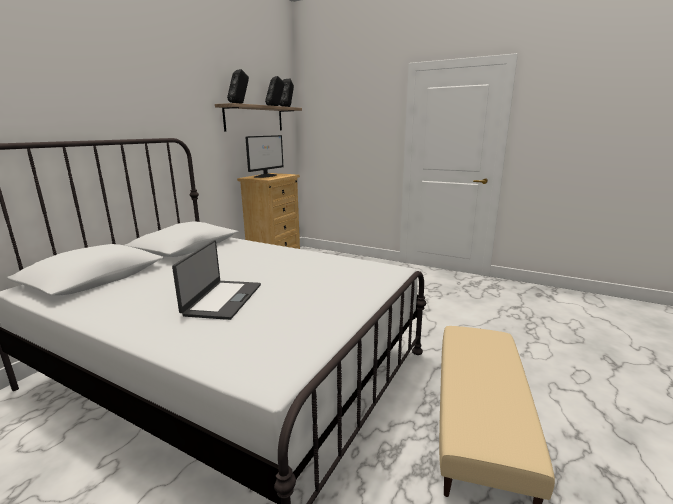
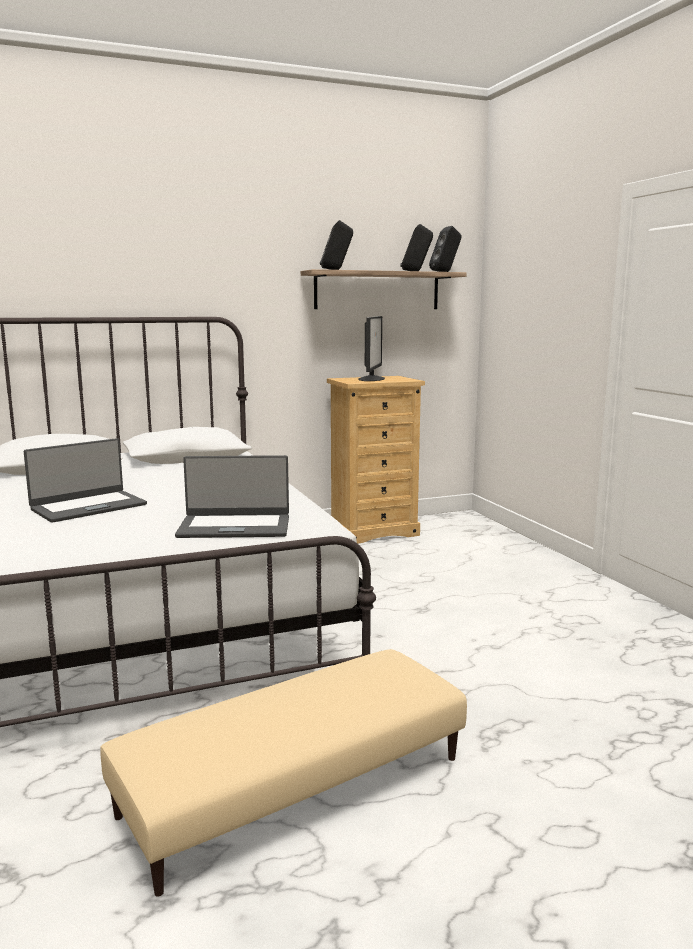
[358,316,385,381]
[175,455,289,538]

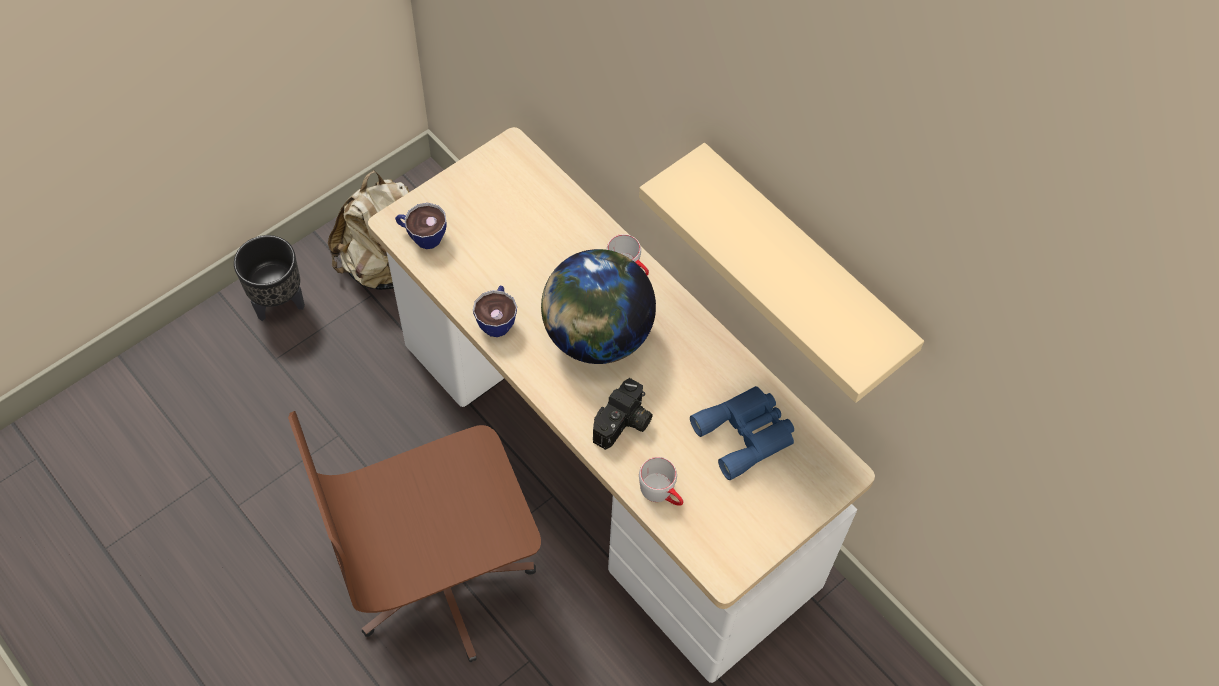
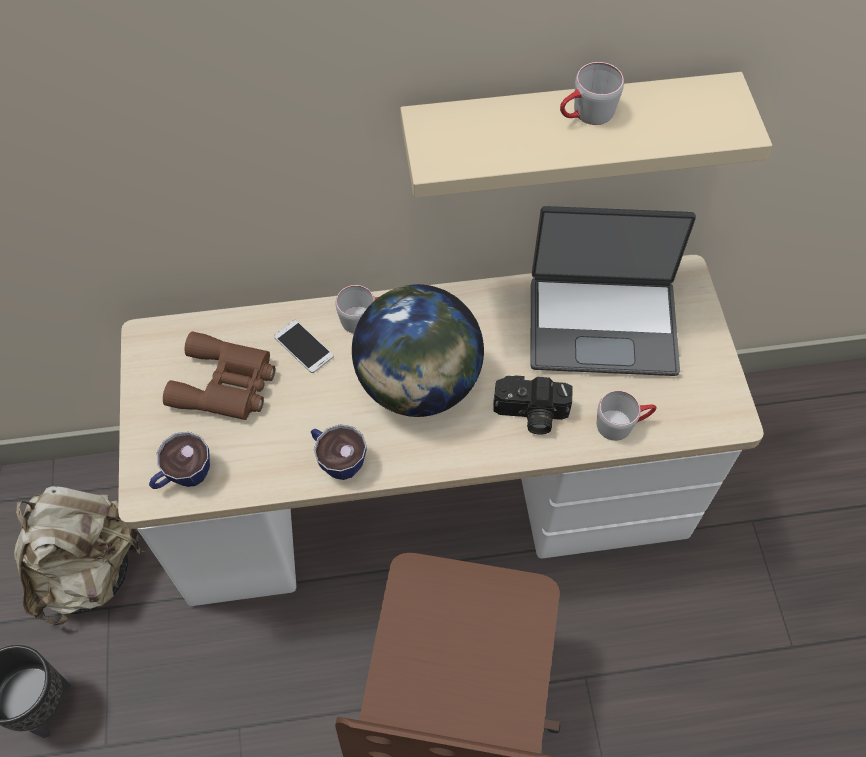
[493,375,573,435]
[530,206,696,376]
[163,331,275,420]
[274,320,334,373]
[560,62,624,125]

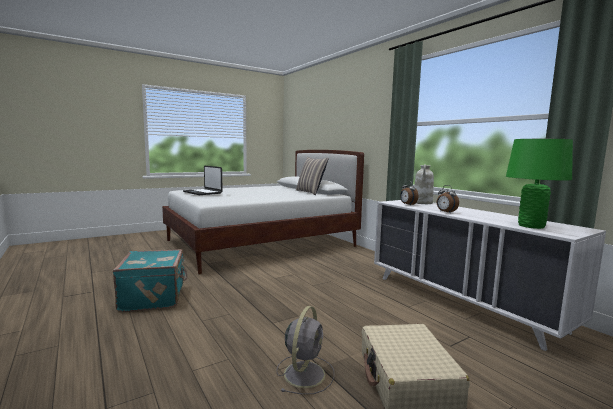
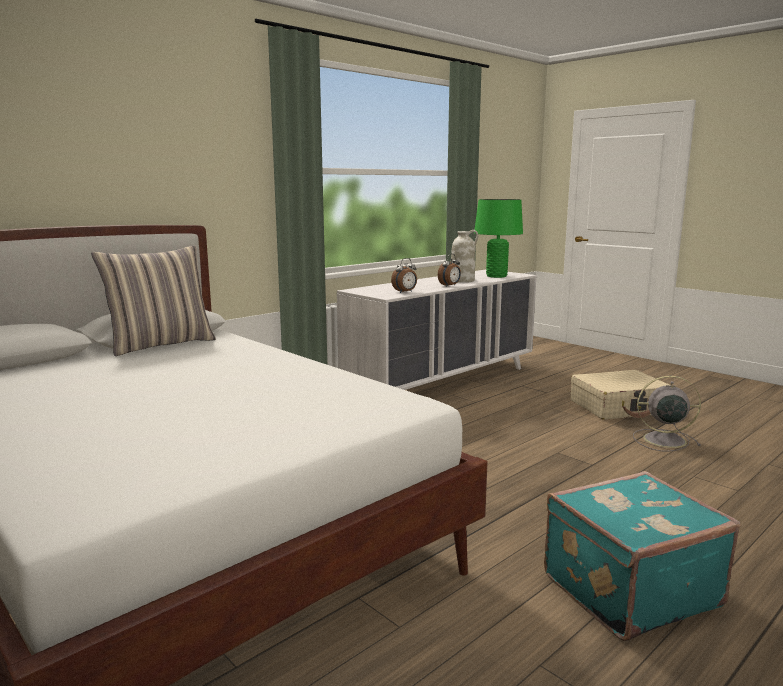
[183,166,223,195] (first image)
[451,230,478,283]

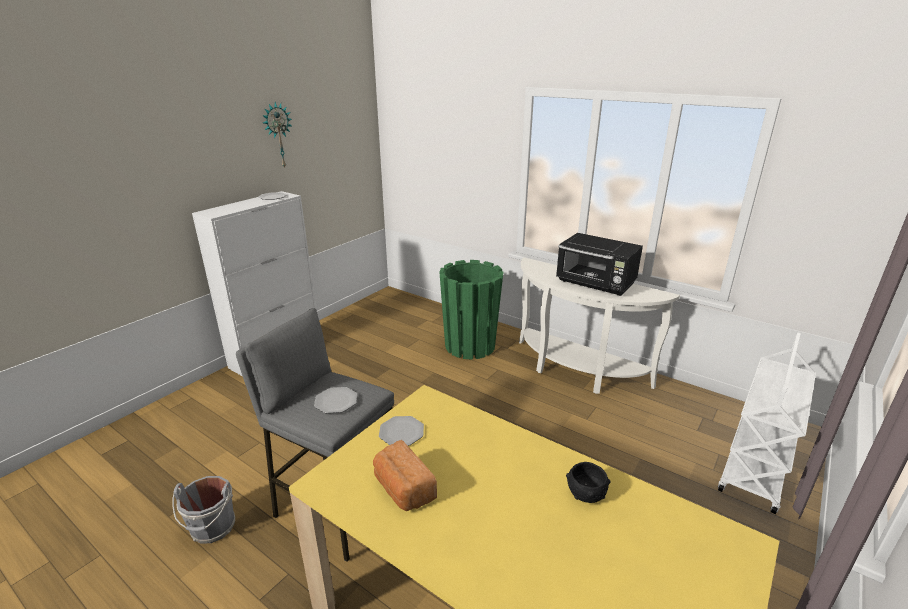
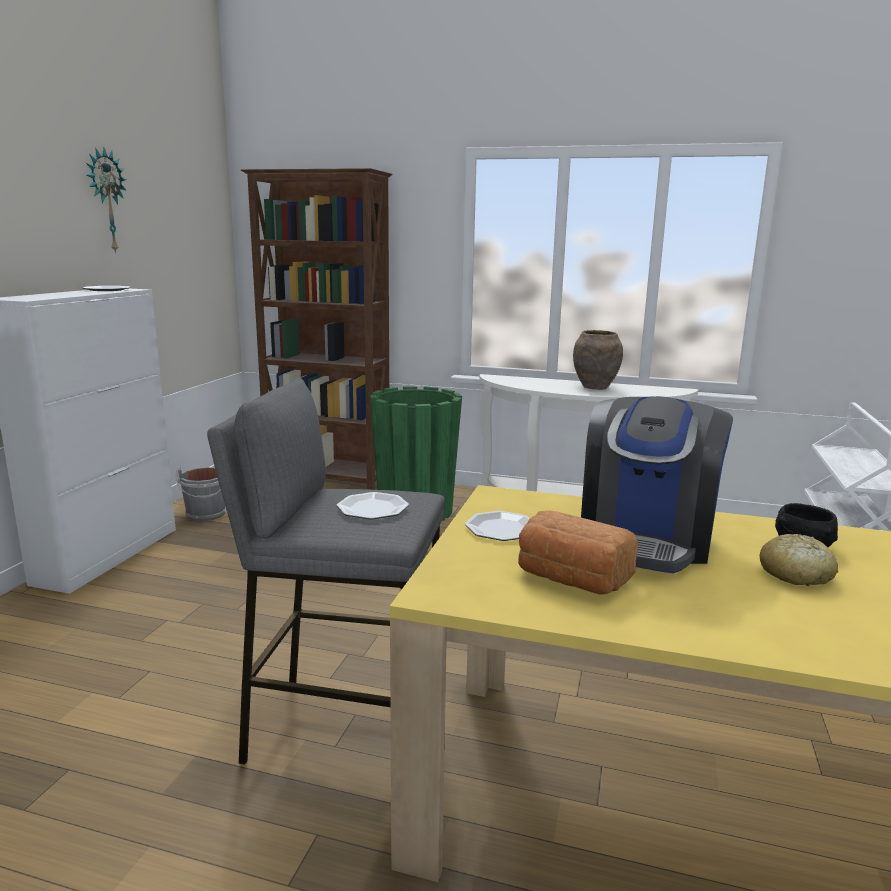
[176,466,226,521]
[573,330,623,390]
[241,168,393,490]
[581,396,733,573]
[759,534,838,586]

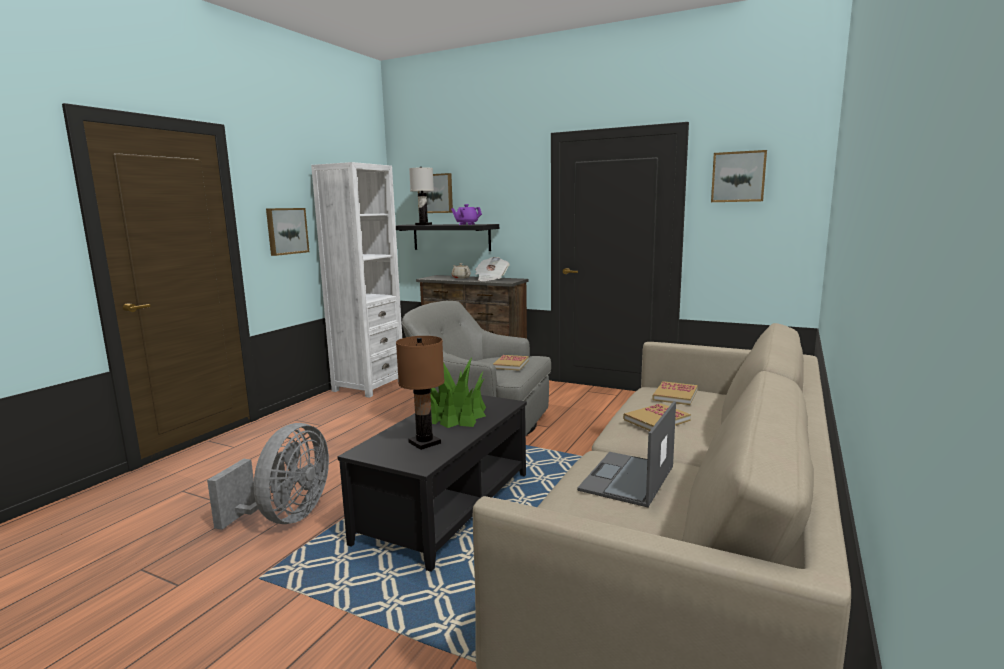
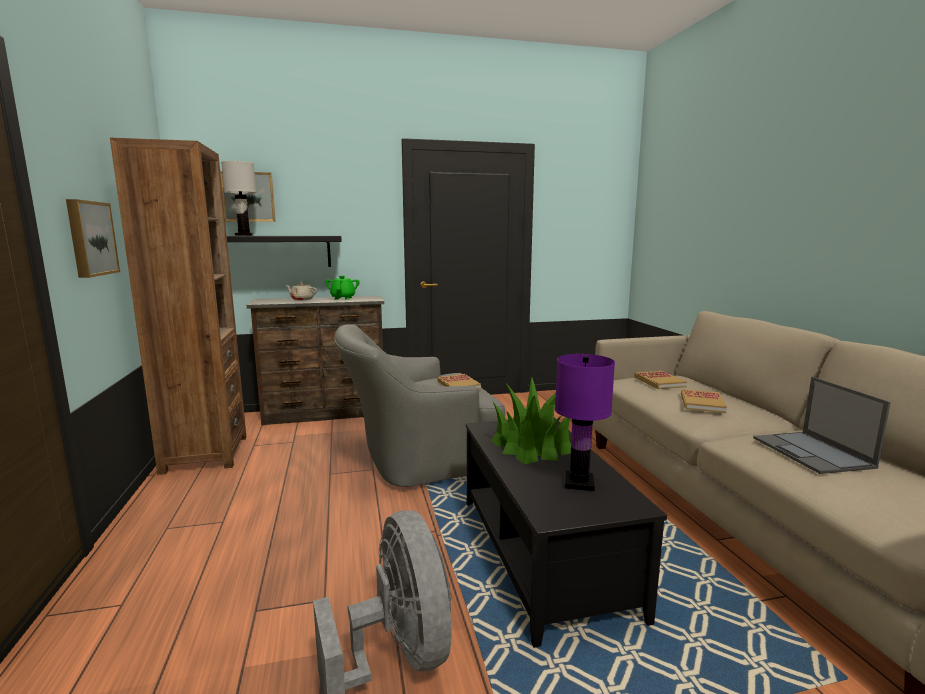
[110,138,246,475]
[555,354,615,491]
[451,204,482,225] (first image)
[325,276,360,300]
[711,150,767,202] (first image)

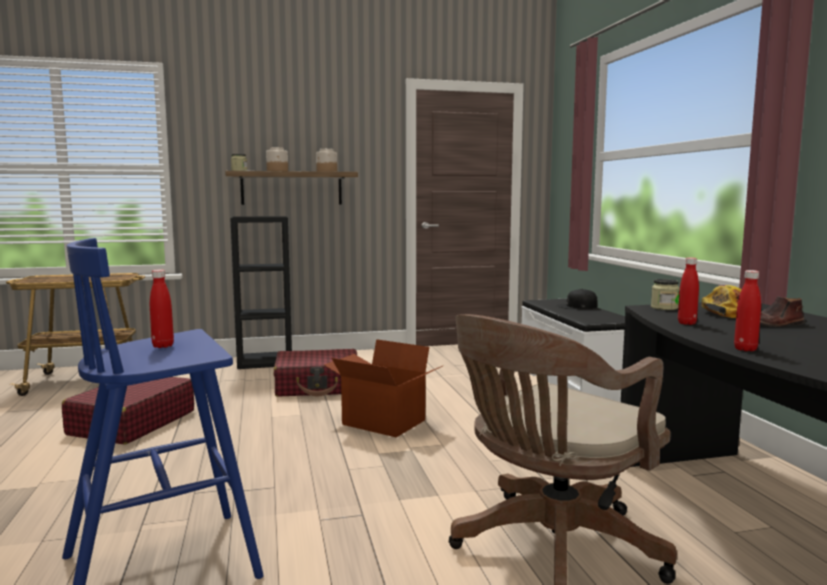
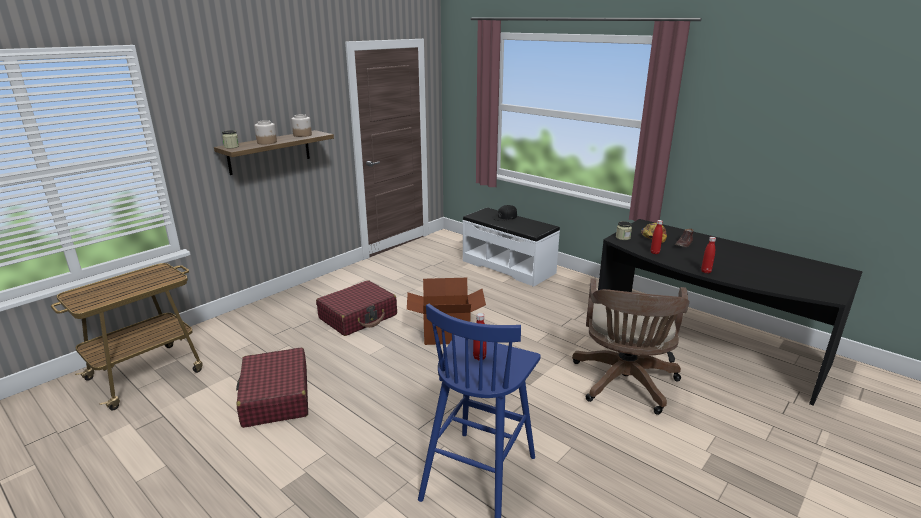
[230,216,292,369] (first image)

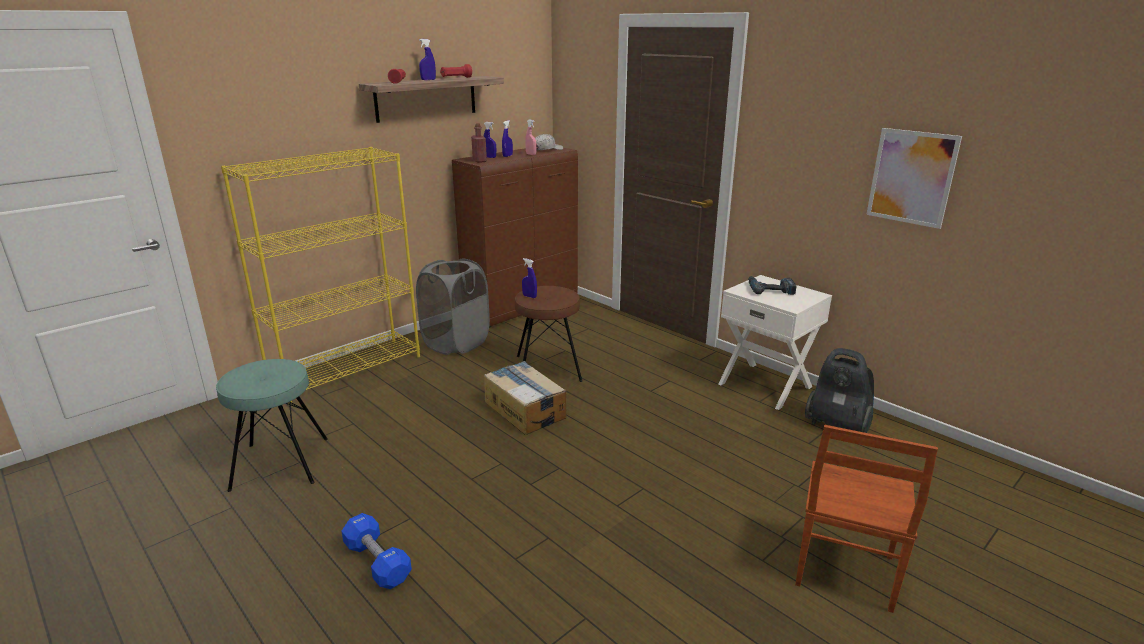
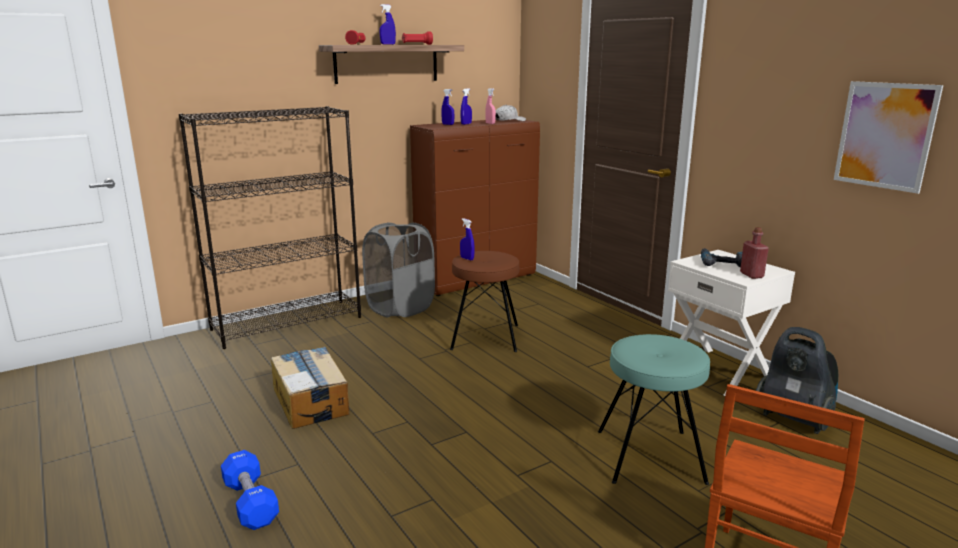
[598,334,710,485]
[179,106,361,349]
[740,227,769,279]
[271,347,349,429]

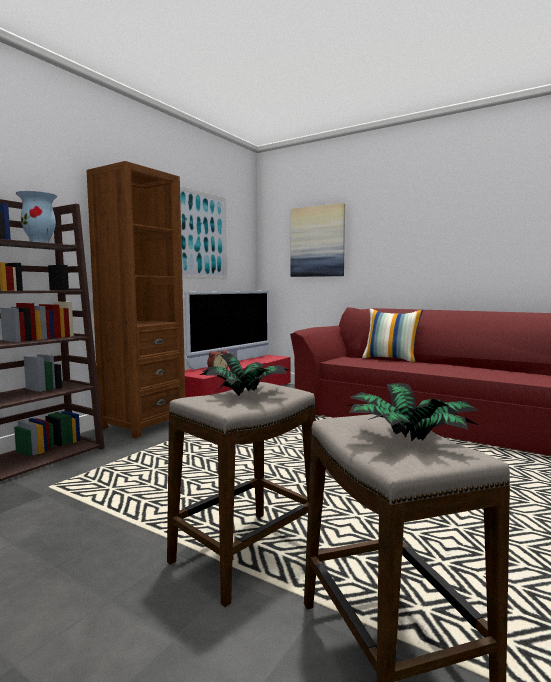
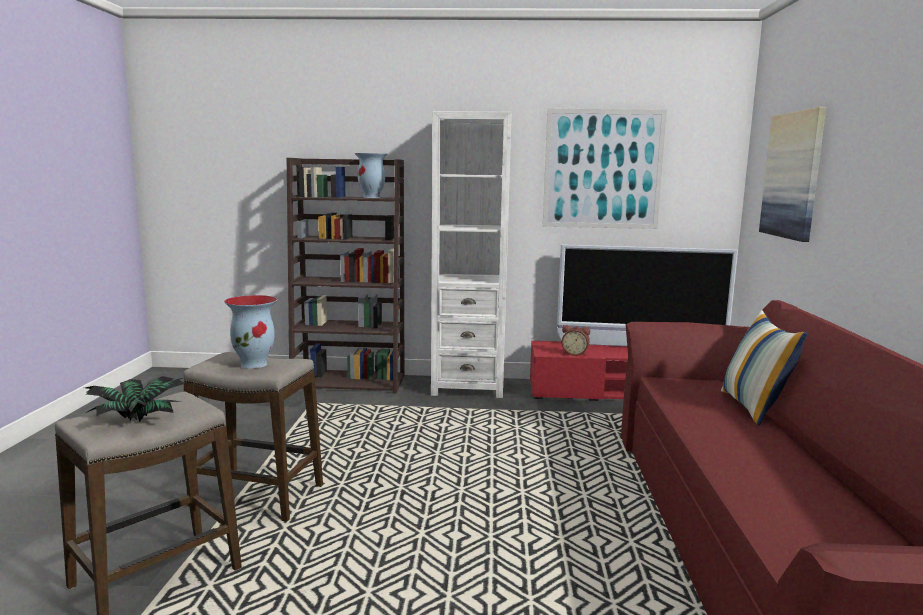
[431,111,511,398]
[224,295,277,368]

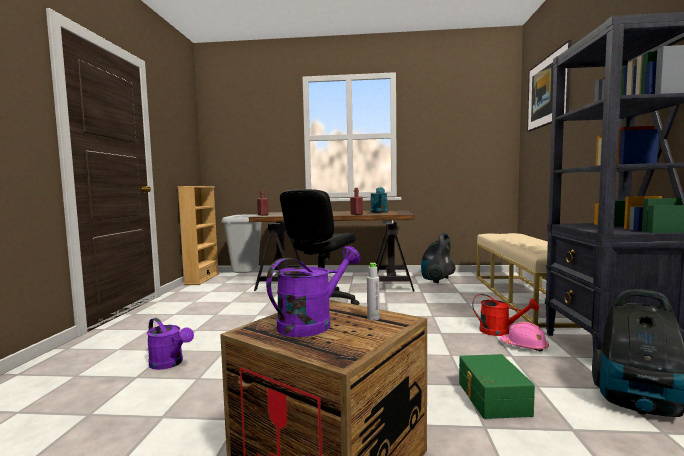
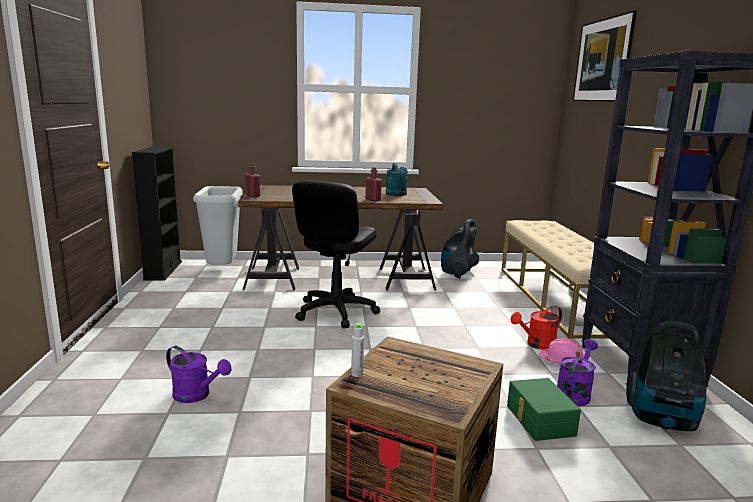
[132,146,182,280]
[557,339,598,406]
[351,323,364,377]
[511,305,562,350]

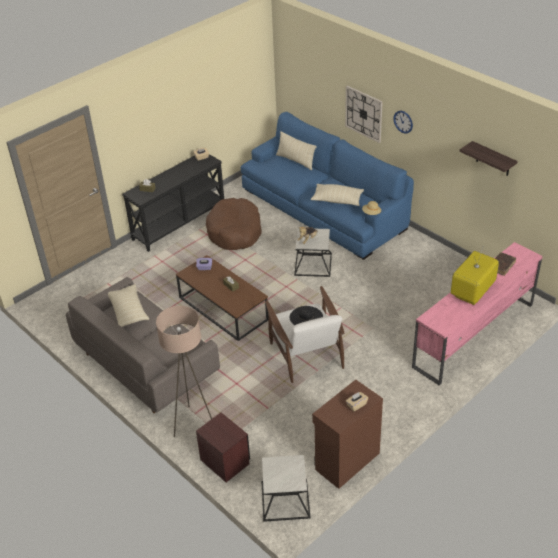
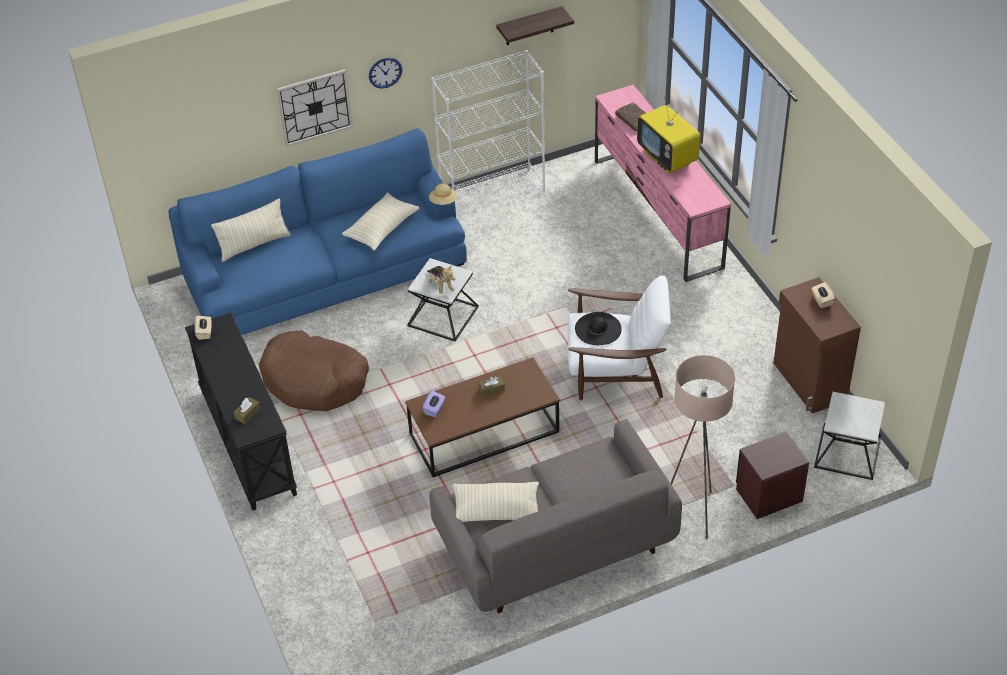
[431,50,545,215]

